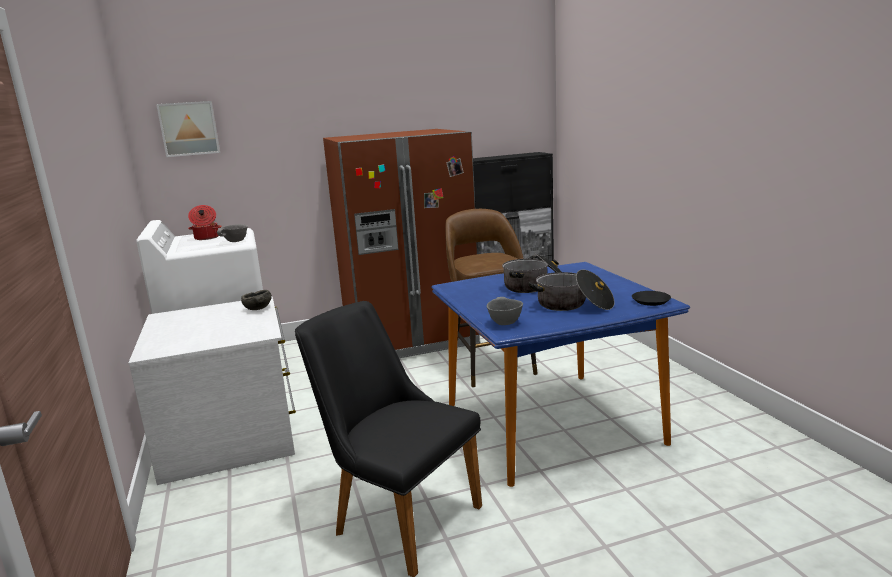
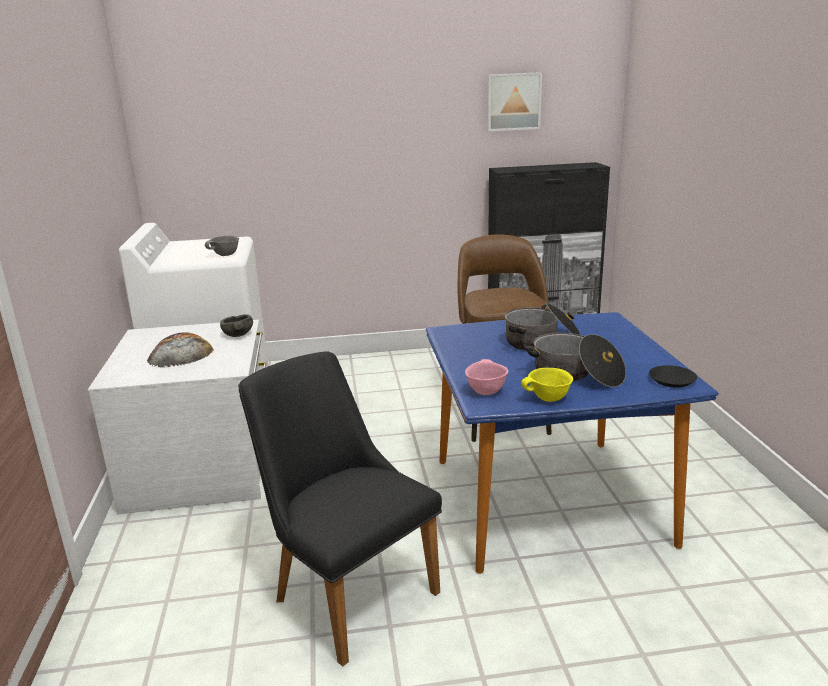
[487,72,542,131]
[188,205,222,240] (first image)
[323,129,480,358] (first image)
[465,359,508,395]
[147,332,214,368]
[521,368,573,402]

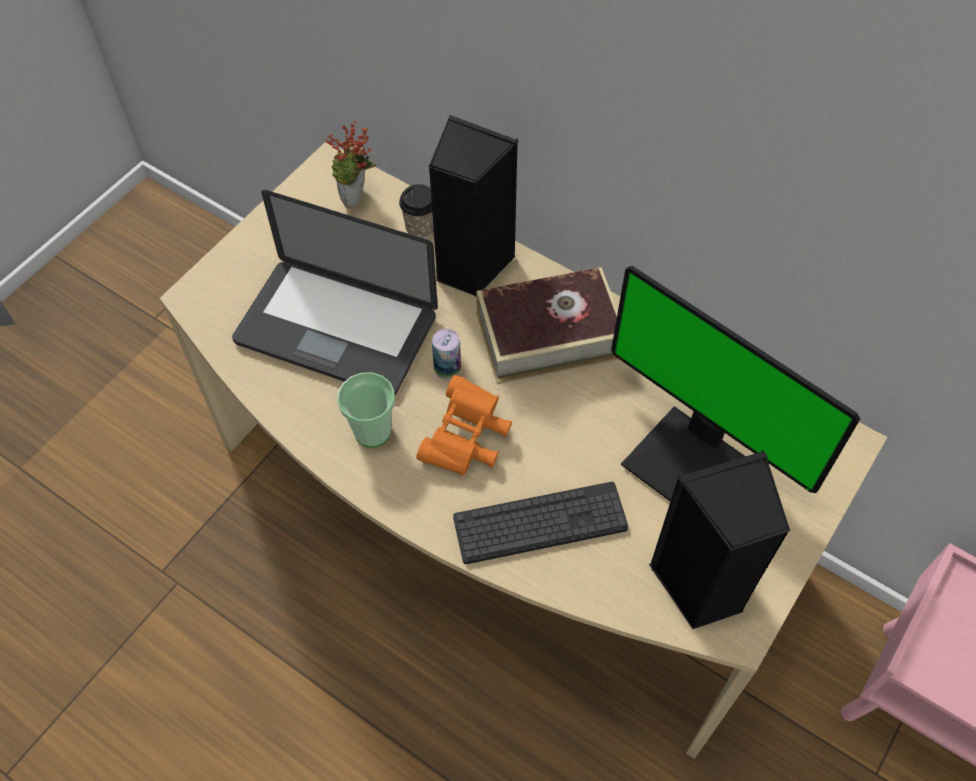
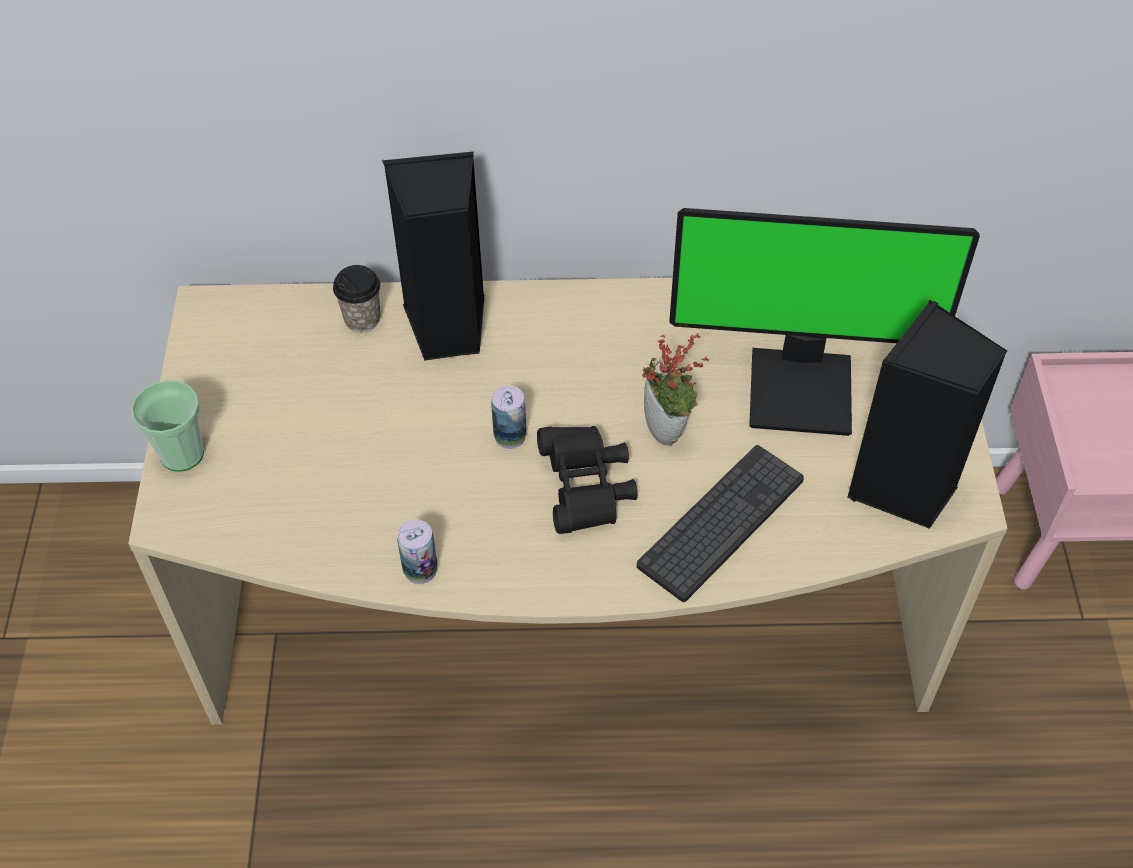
[232,190,438,395] (first image)
[642,333,710,446]
[131,380,204,472]
[537,426,637,534]
[476,267,620,384] (first image)
[397,519,438,584]

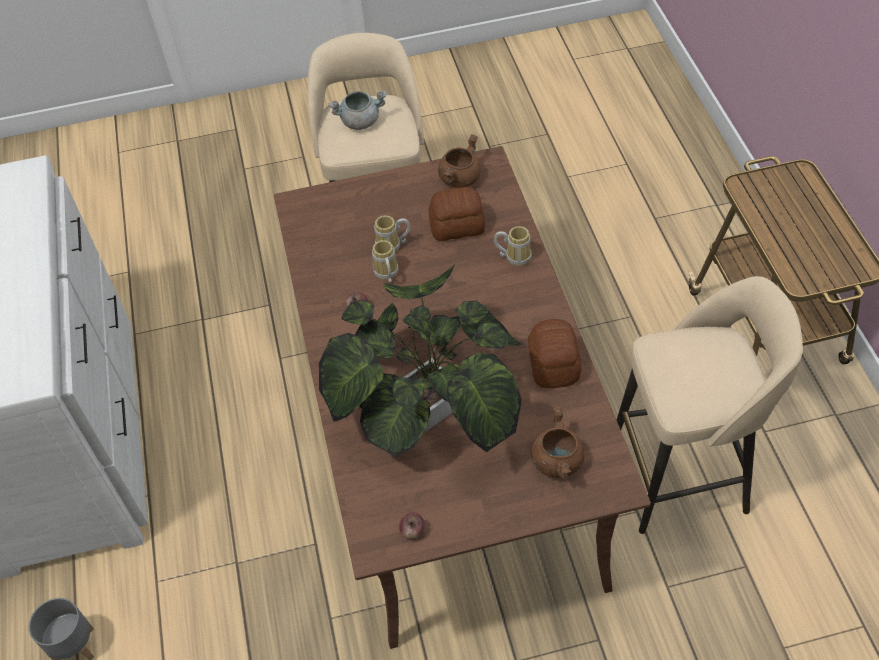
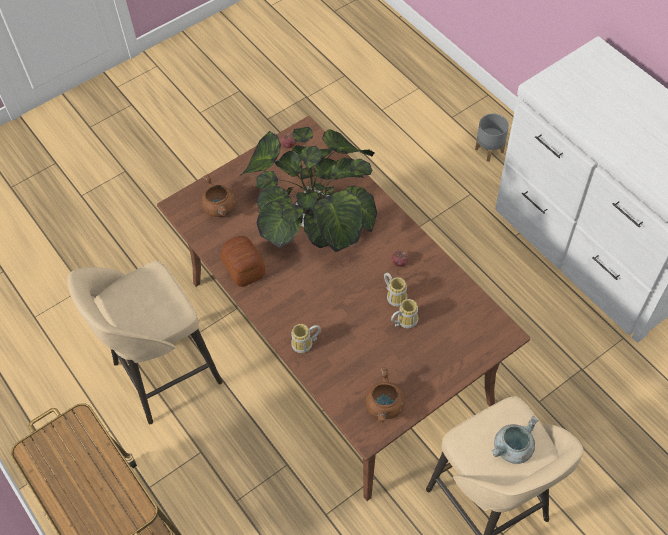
[429,187,485,241] (first image)

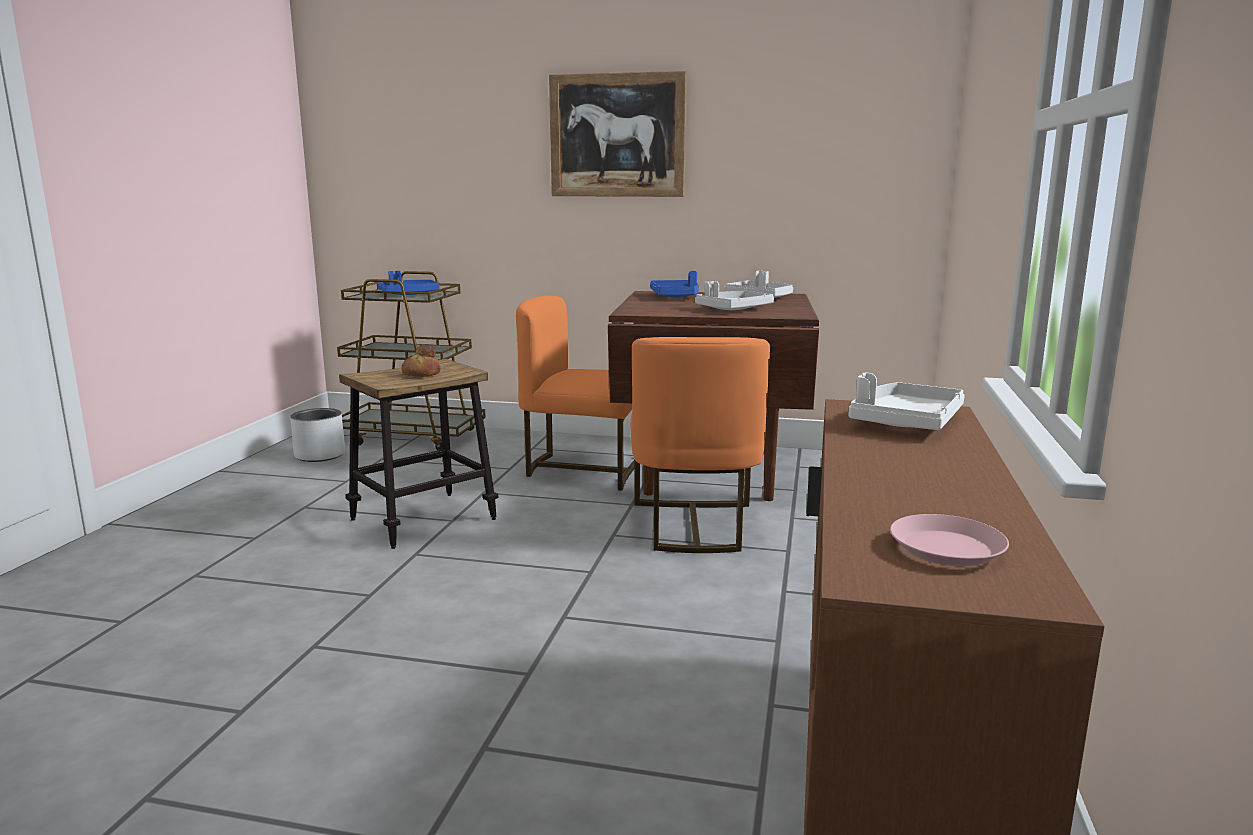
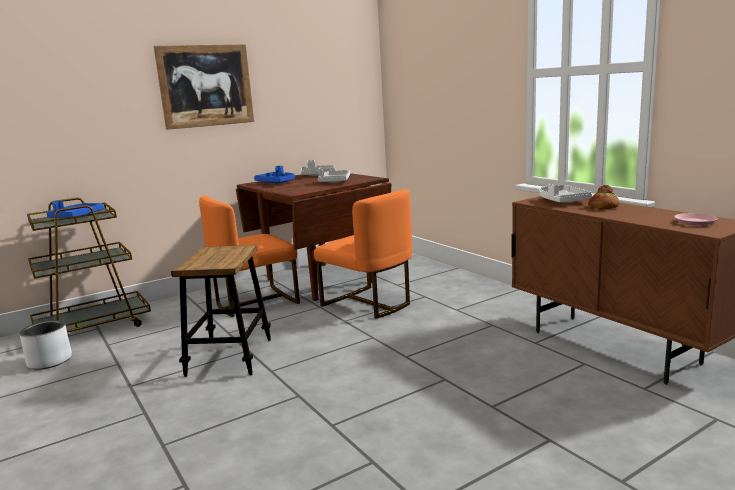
[588,185,619,209]

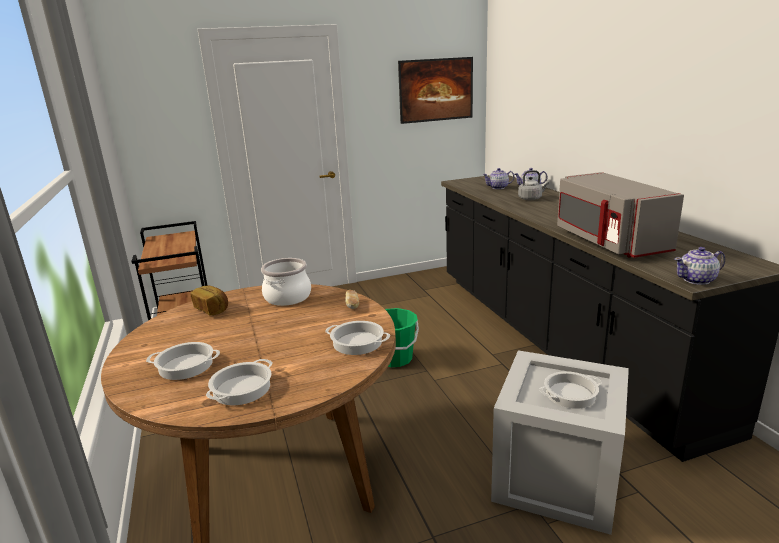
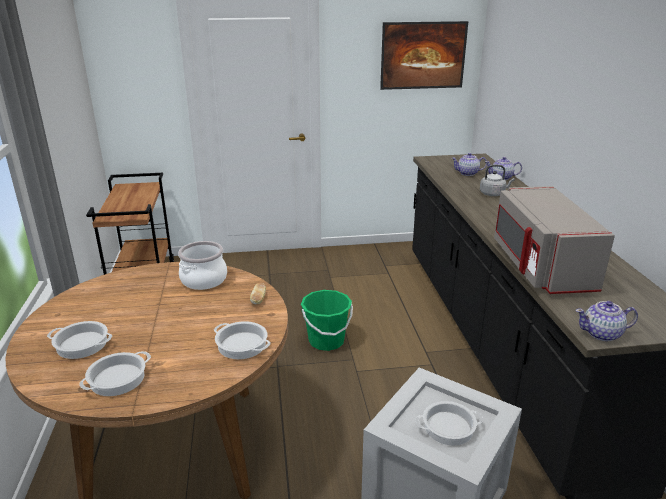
[190,286,228,315] (first image)

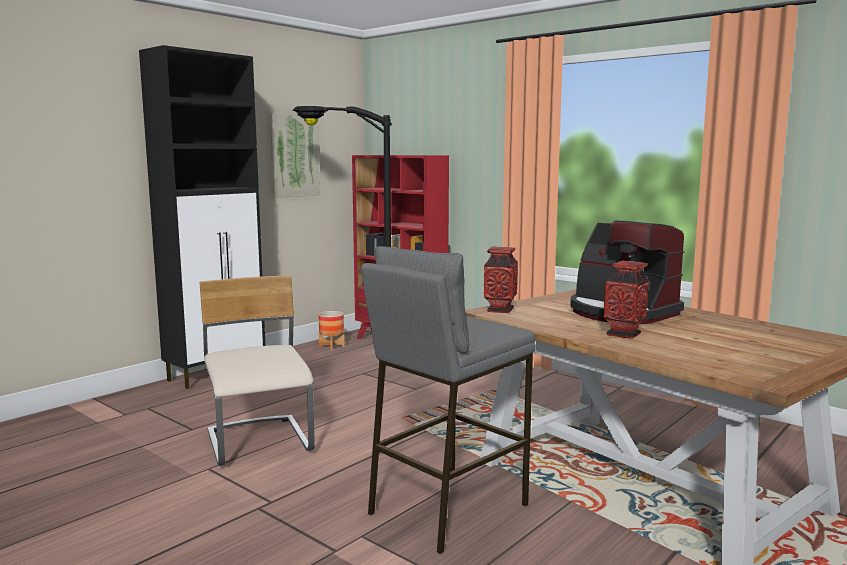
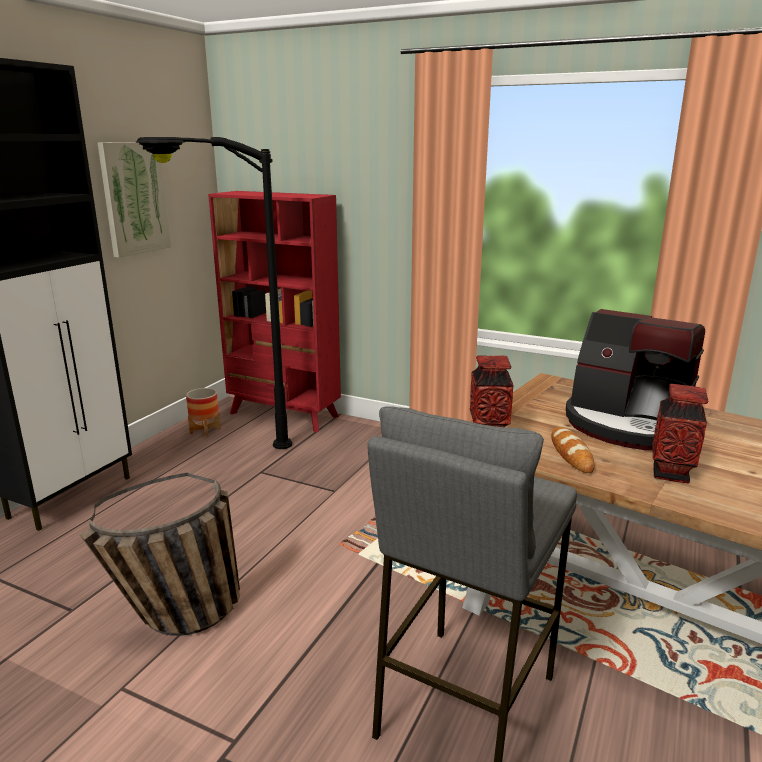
[80,473,240,636]
[551,427,595,473]

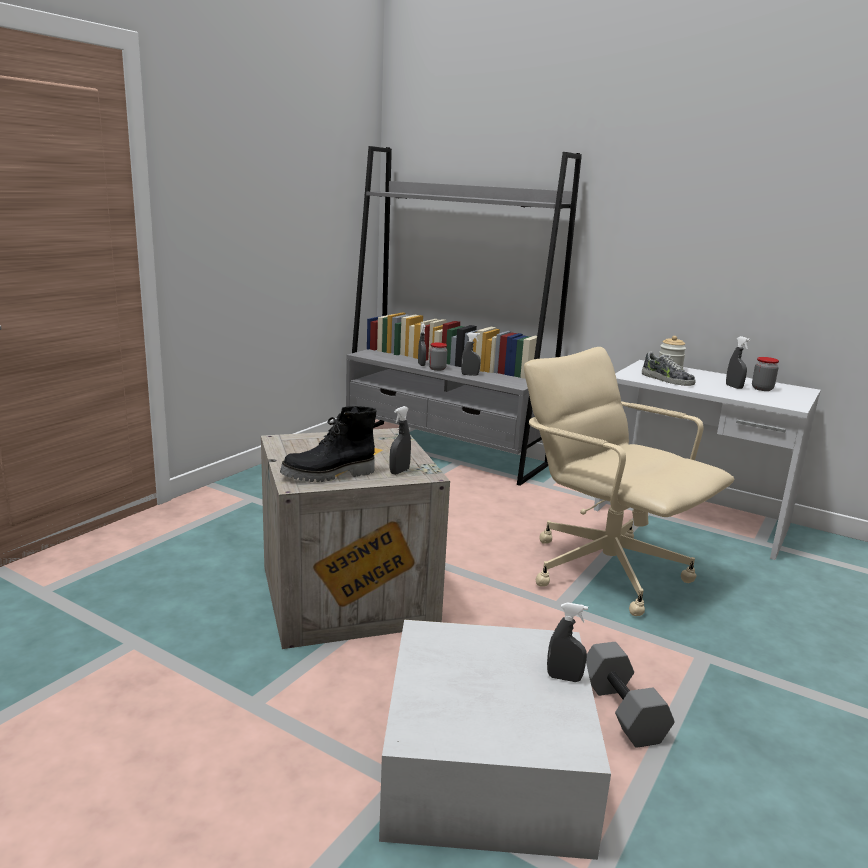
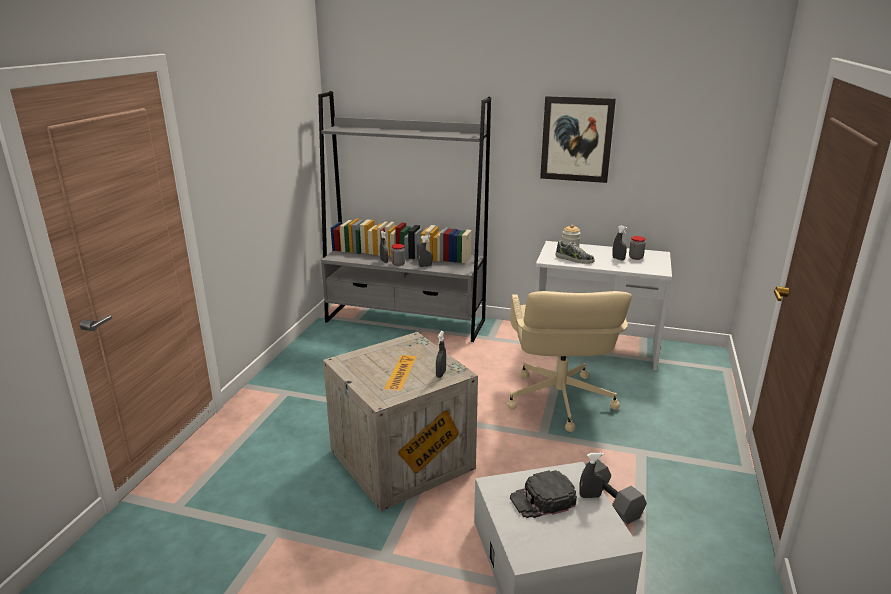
[280,406,377,482] (first image)
[507,291,632,432]
[510,470,577,518]
[540,96,616,183]

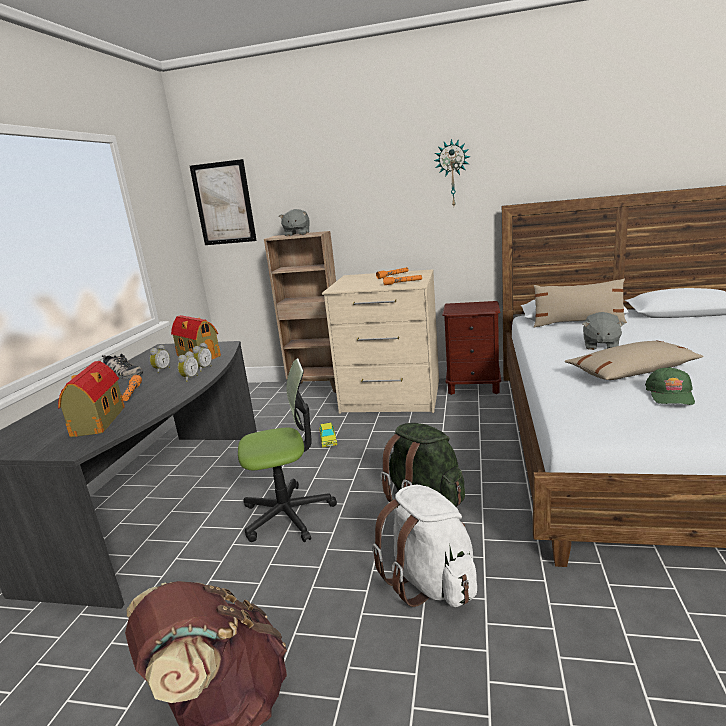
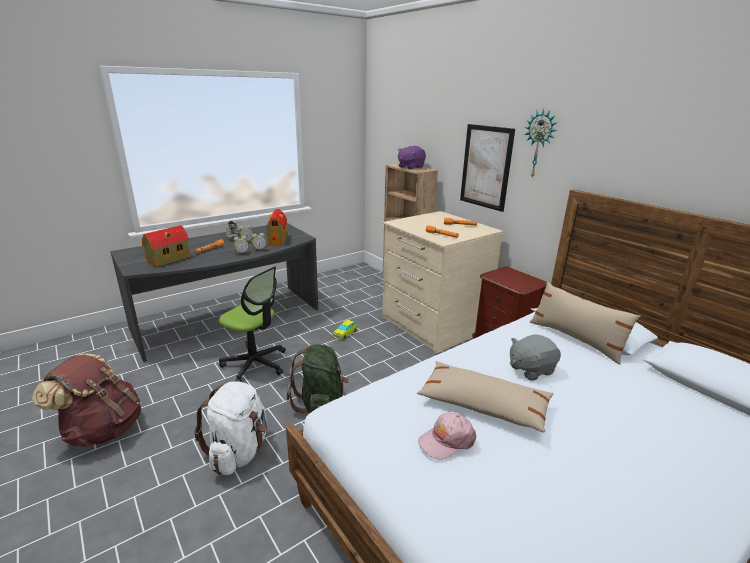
[460,124,515,212]
[398,146,426,169]
[418,411,476,460]

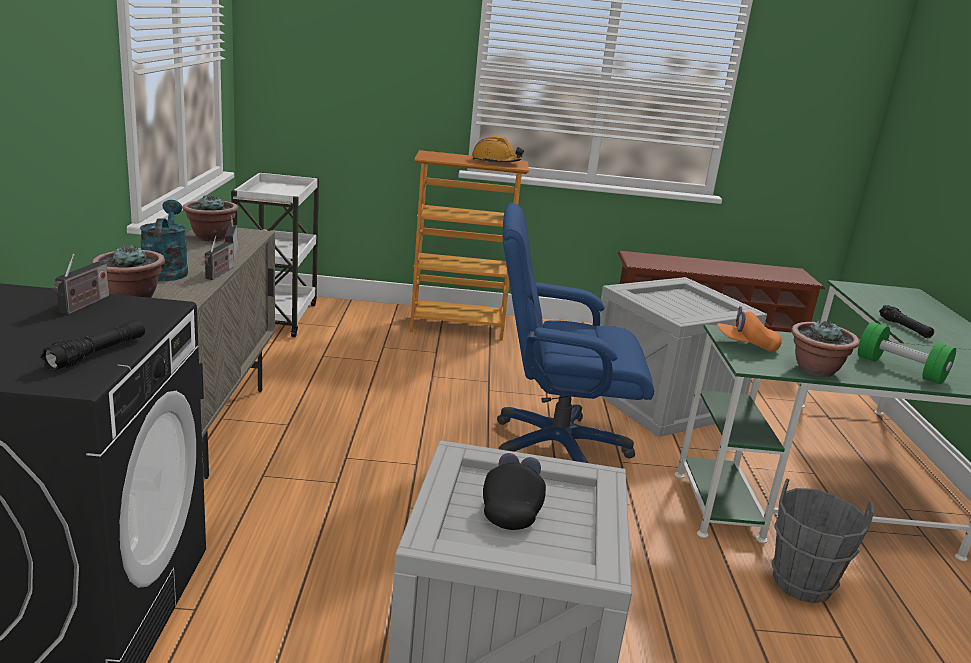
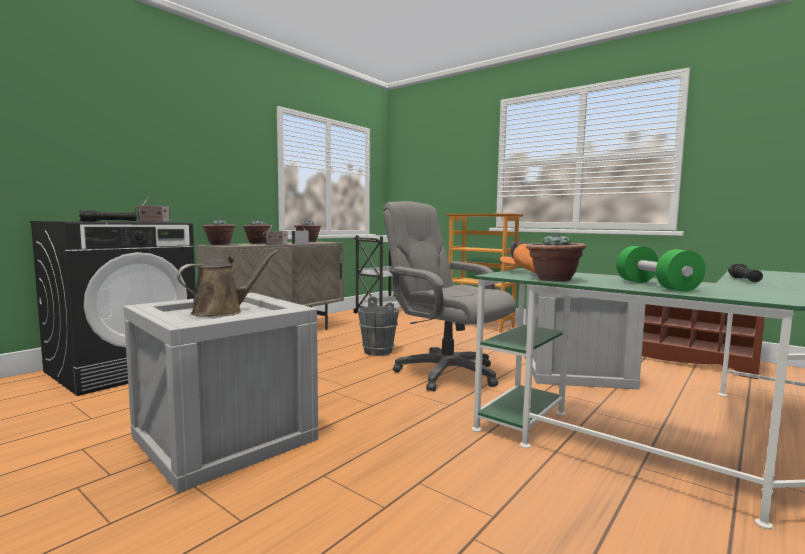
[242,220,273,244]
[472,136,524,163] (first image)
[177,250,278,317]
[383,201,516,391]
[358,297,399,356]

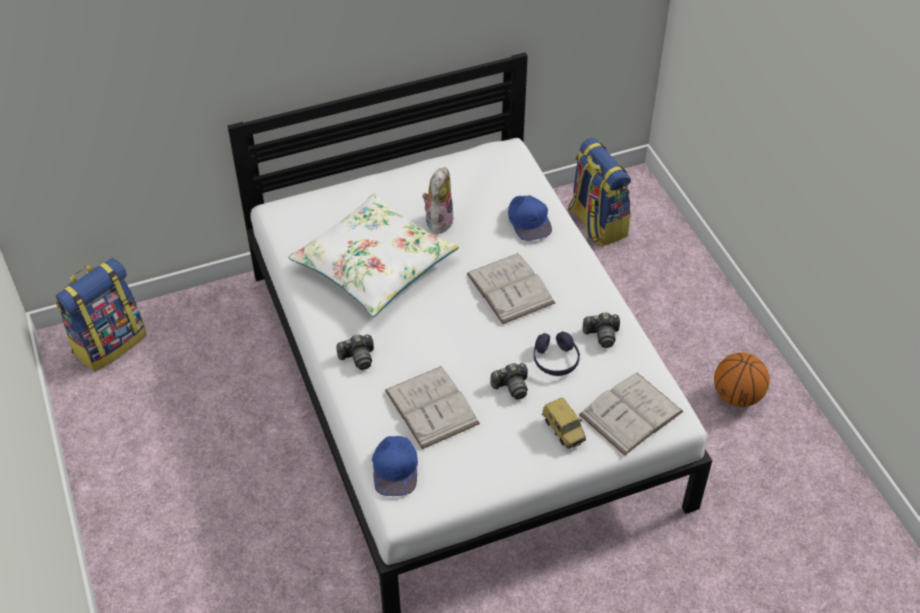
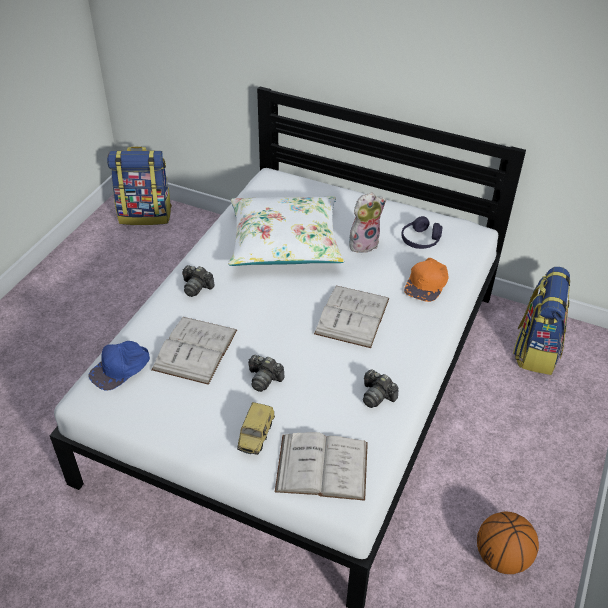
[404,258,449,302]
[401,216,442,249]

